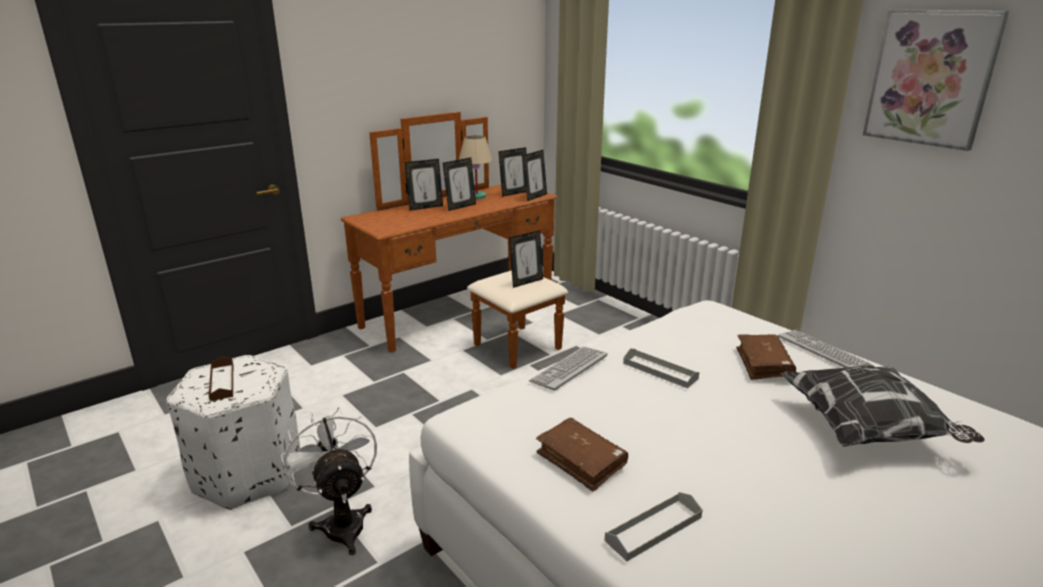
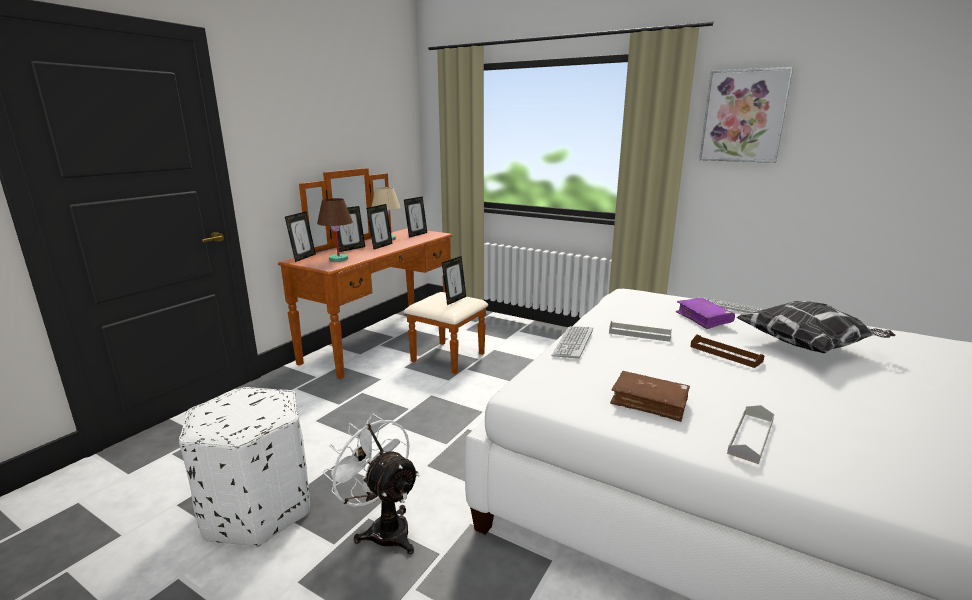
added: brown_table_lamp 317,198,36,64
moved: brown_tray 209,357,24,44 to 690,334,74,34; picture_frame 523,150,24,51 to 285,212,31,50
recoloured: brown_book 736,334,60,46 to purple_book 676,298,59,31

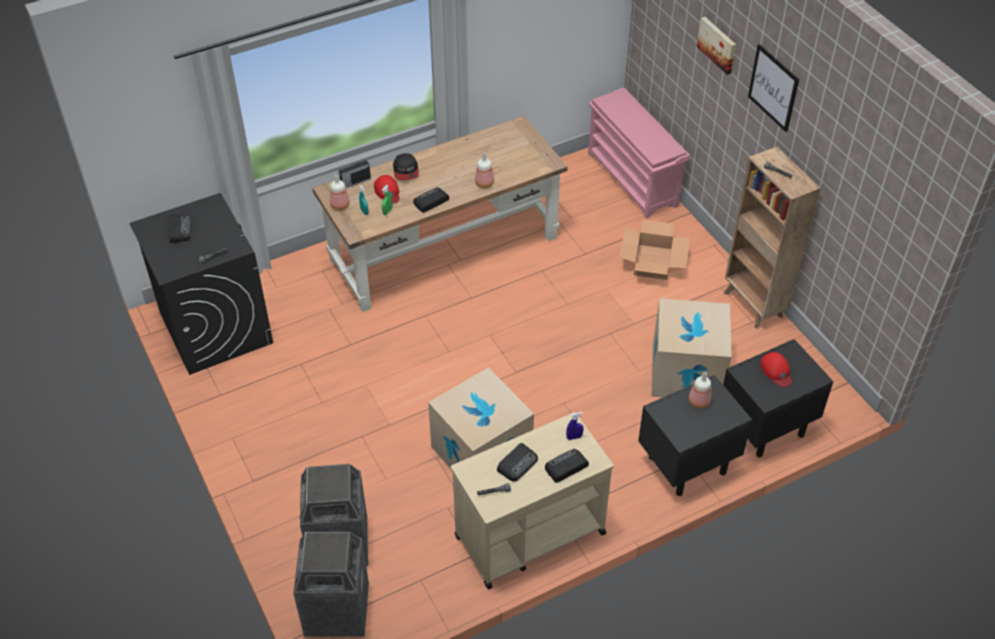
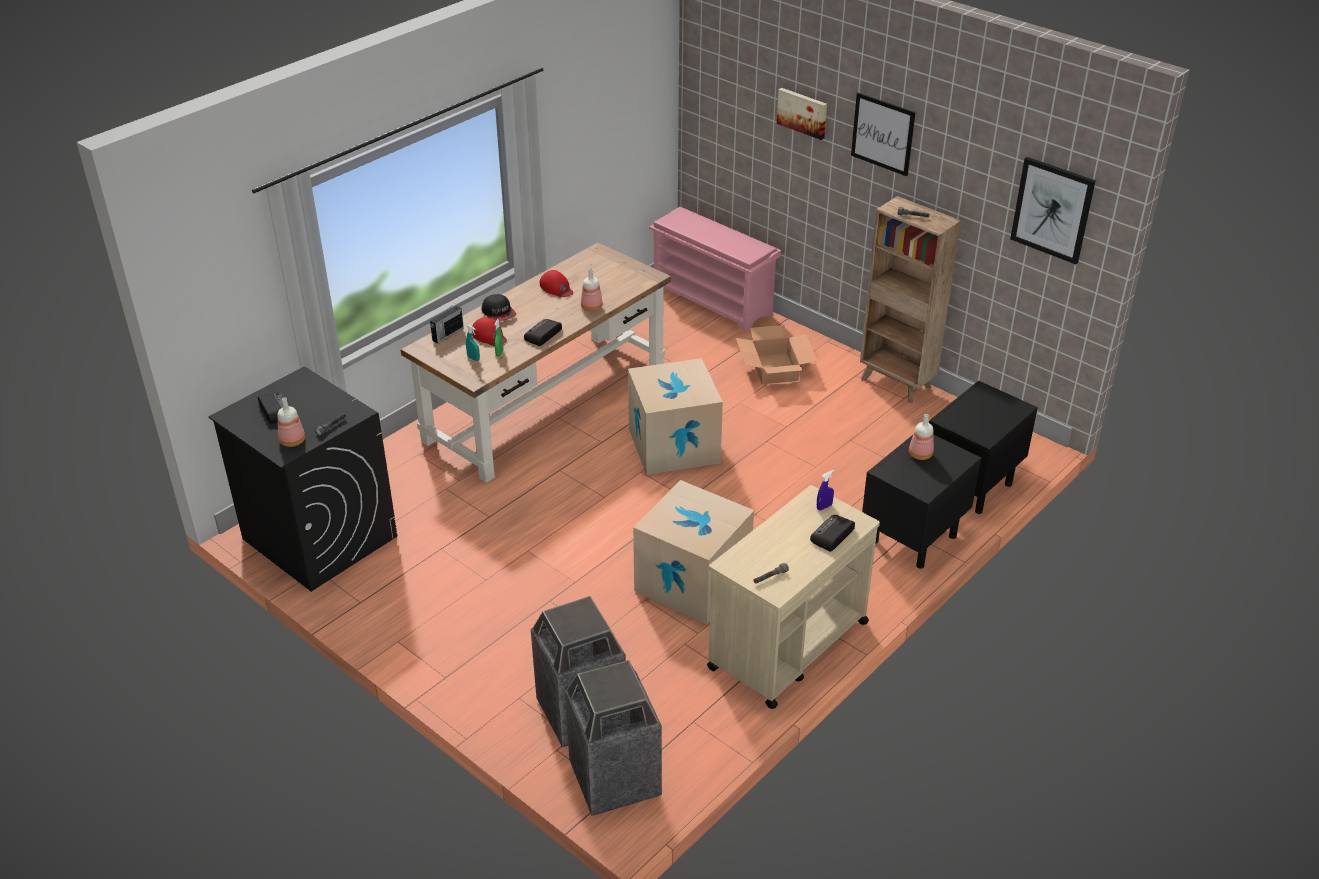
removed: radio 497,443,41,39
added: picture 1010,157,86,107
moved: bottle 330,174,20,36 to 278,397,27,50; cardboard_box 651,298,81,99 to 628,358,95,117; red_cap 760,352,32,35 to 540,270,33,27

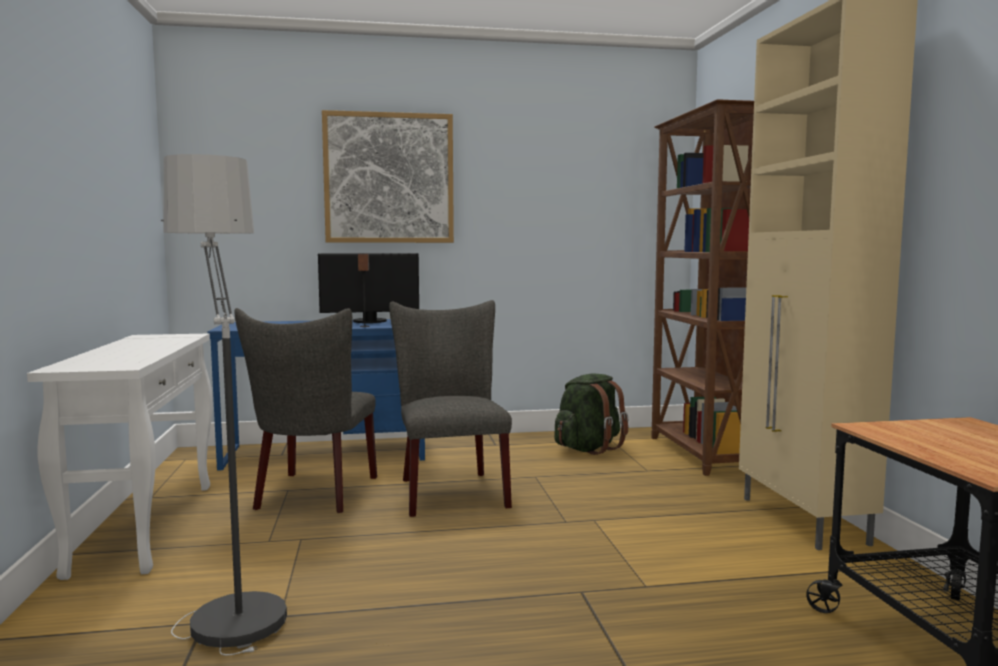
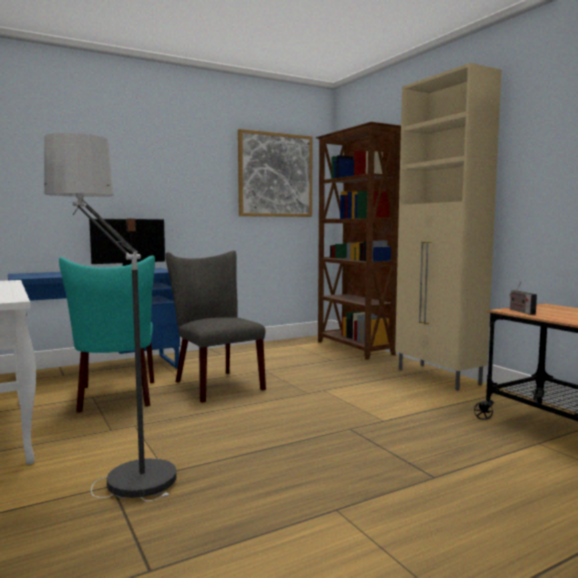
removed: green_backpack 554,374,74,81
added: radio 510,281,27,34
moved: picture 322,110,132,133 to 238,129,75,88
recoloured: grey_chair 235,308,142,205 to turquoise_chair 59,256,96,157

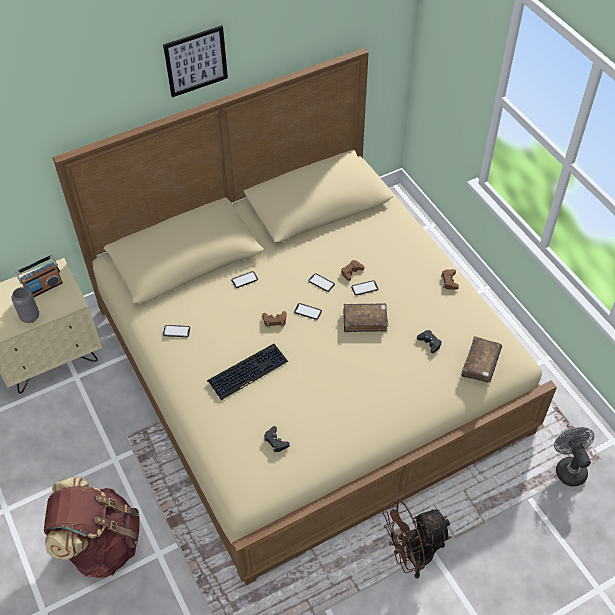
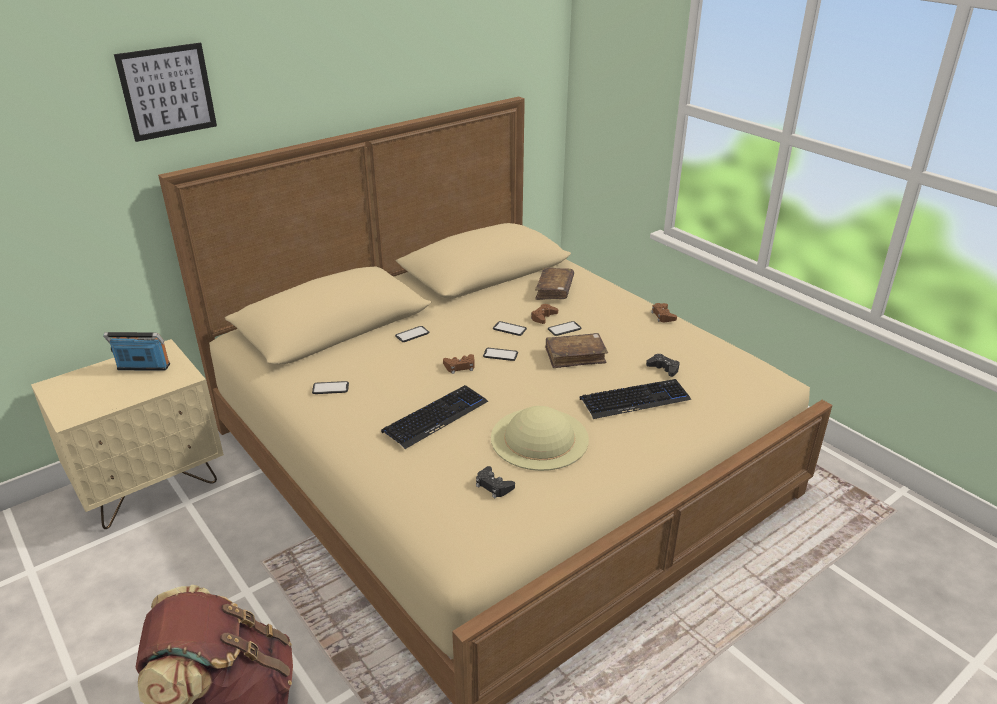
removed: grey_vase 11,287,28,36; brown_fan 383,501,69,77; grey_fan 554,427,41,59
added: beige_hat 491,406,98,65; keyboard 580,379,111,40
moved: picture 163,25,65,72 to 114,43,103,99; brown_book 461,336,41,46 to 535,267,39,33
turned: radio 15,255,48,42 = 103,332,67,39 135 degrees counterclockwise

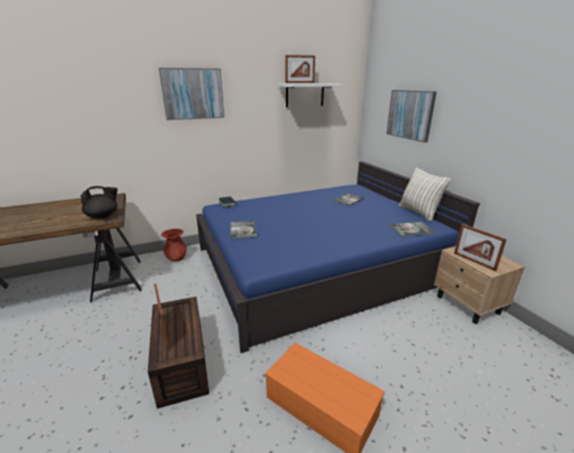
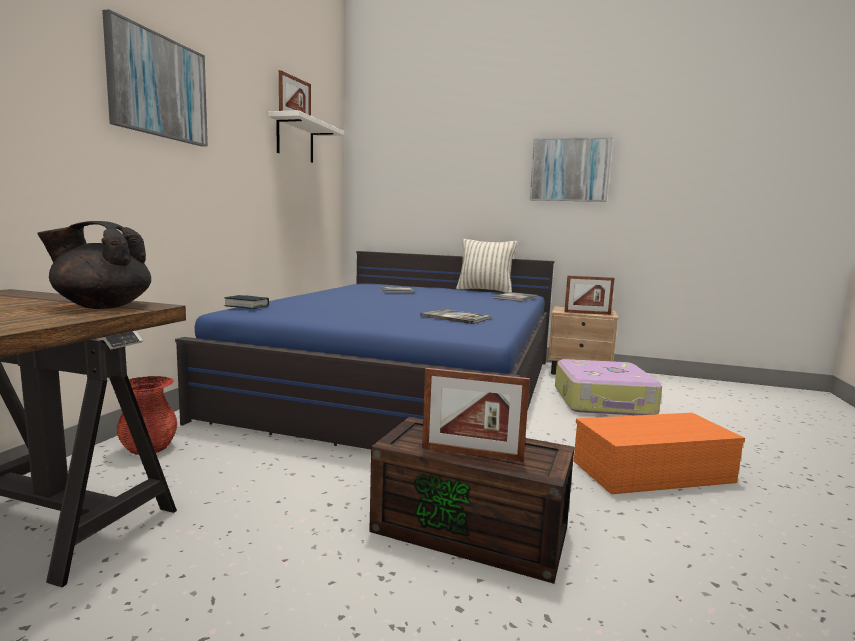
added: suitcase 555,359,107,56
moved: book 230,220,27,19 to 420,309,71,15; picture 387,90,50,52 to 530,137,83,65
turned: black_teapot 81,186,37,33 = 38,221,113,88 105 degrees counterclockwise

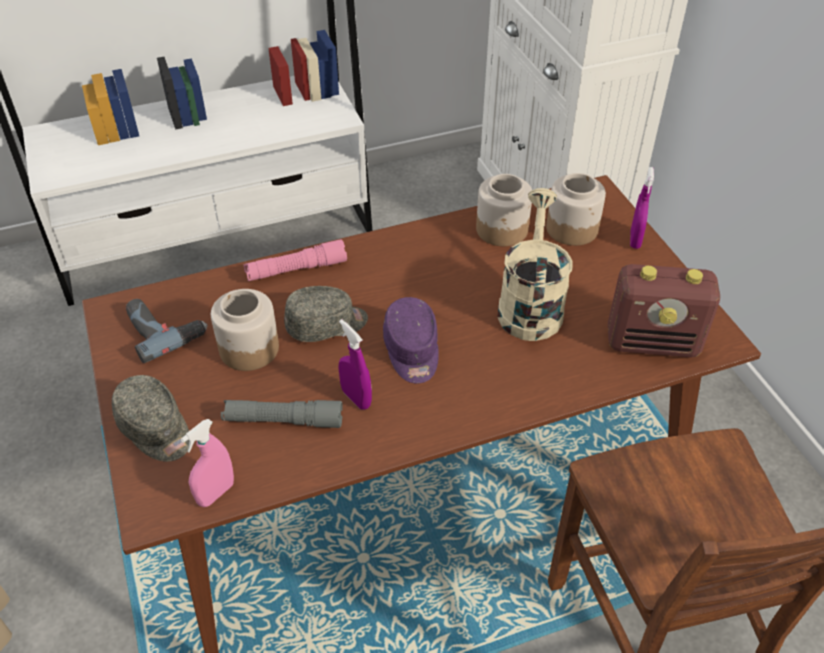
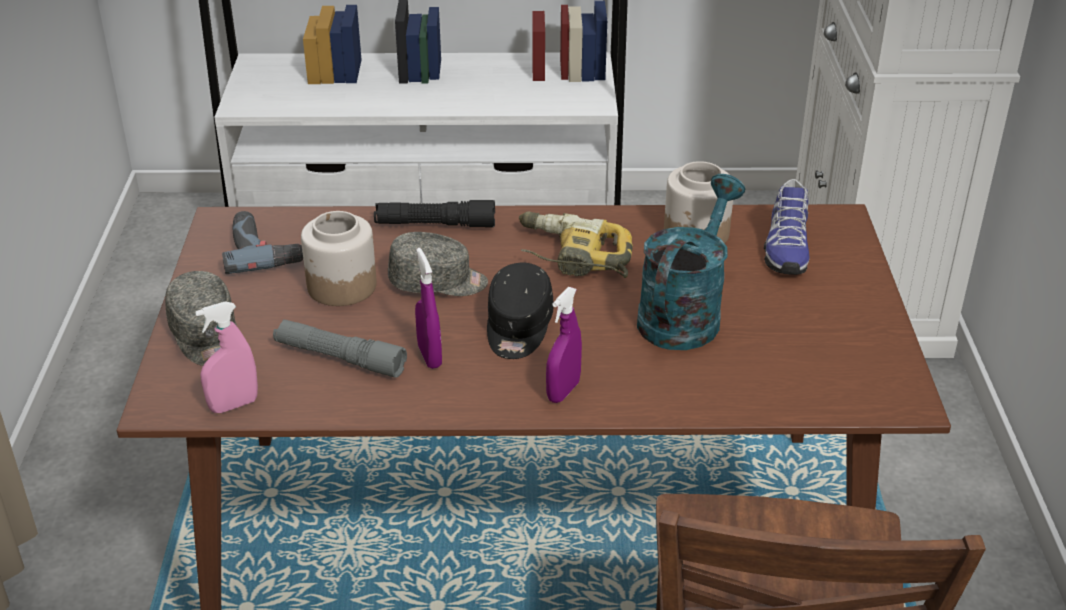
removed: radio 608,264,112,94
added: power_drill 519,211,114,67
moved: purple_spray_bottle 630,167,24,82 to 546,287,36,116
replaced: jar 546,173,60,73 to shoe 764,179,46,96
recoloured: pink_flashlight 244,239,103,42 to black_flashlight 374,200,121,27; purple_cap 383,297,56,87 to black_cap 487,263,67,96; beige_watering_can 498,188,74,153 to turquoise_watering_can 637,174,108,176

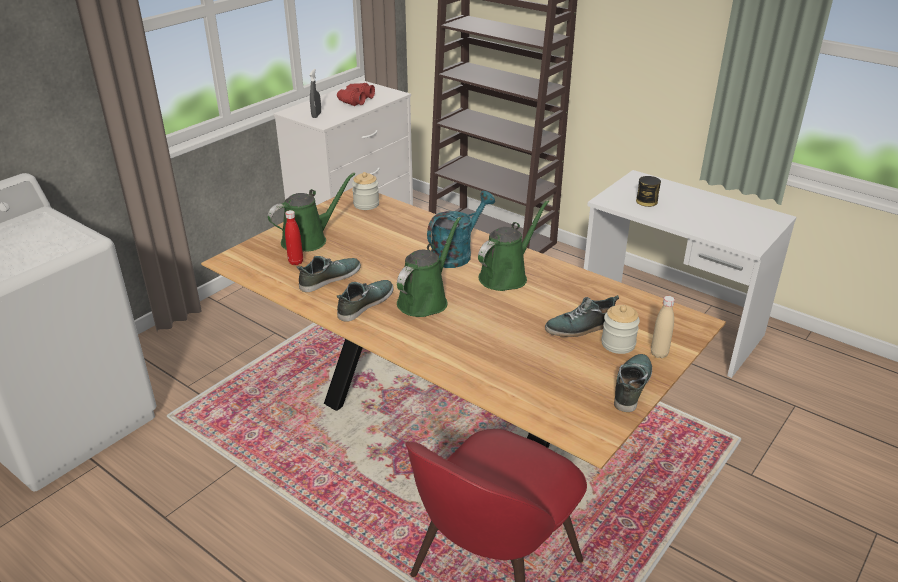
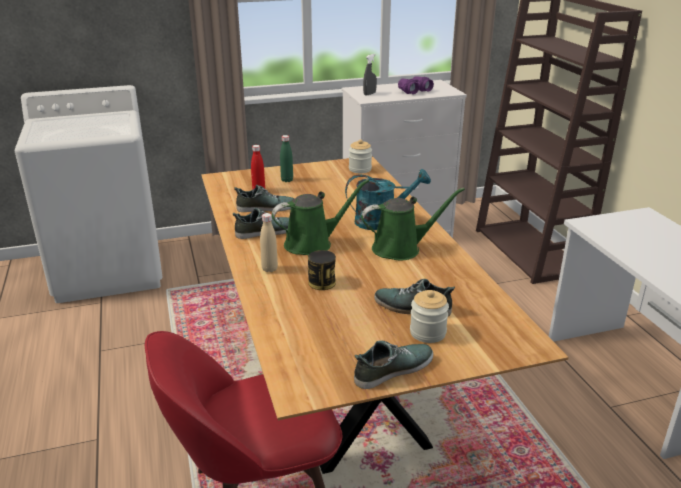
moved: can 636,176,25,31 to 308,250,28,40; beige_bottle 651,296,24,62 to 260,213,18,59
replaced: green_watering_can 268,173,87,79 to green_bottle 280,135,13,47
recoloured: red_binoculars 337,83,38,23 to purple_binoculars 398,76,36,18

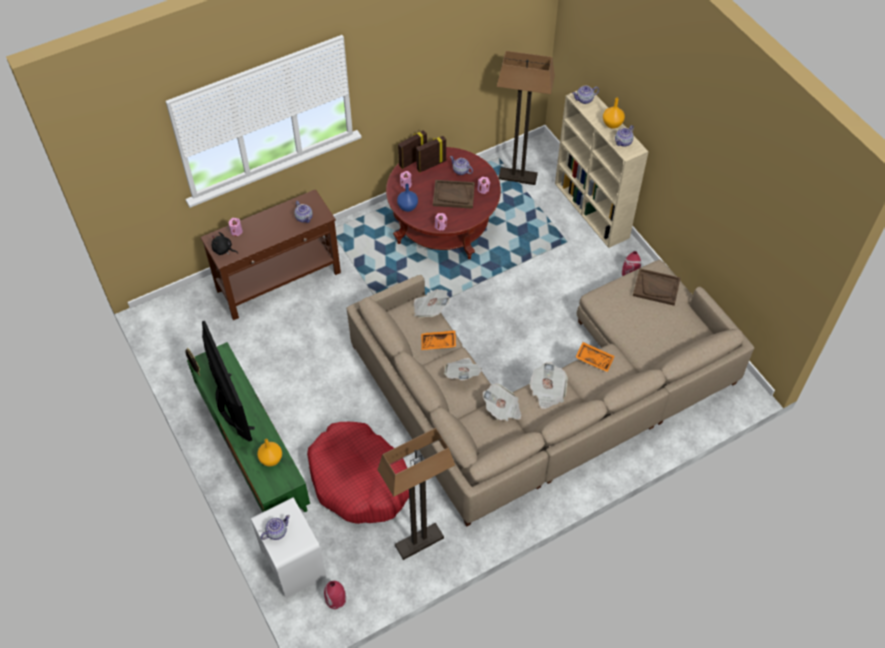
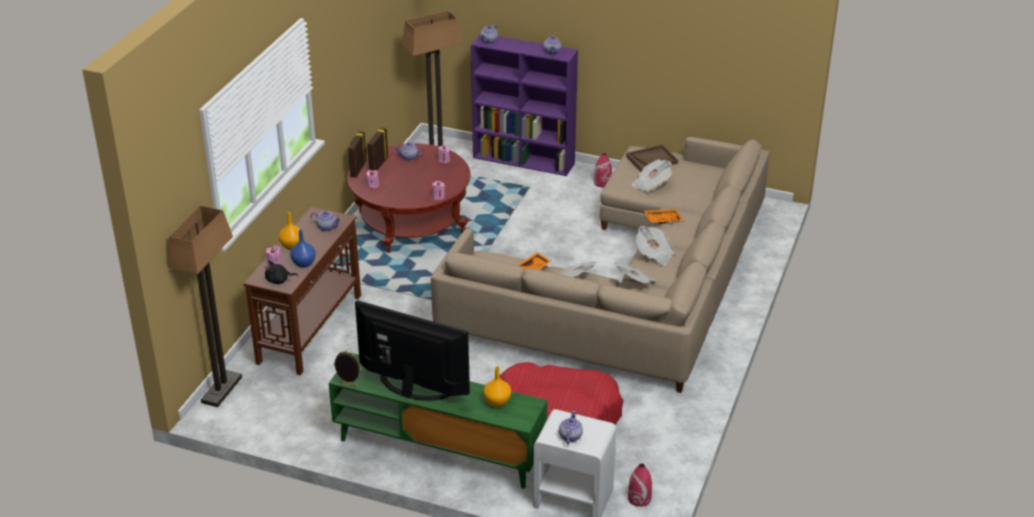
removed: brown_tray 433,180,42,29
moved: floor_lamp 377,428,78,132 to 167,205,75,202; blue_vase 397,183,21,29 to 290,229,26,39; newspaper 414,289,36,28 to 632,159,40,33; orange_vase 603,98,22,31 to 279,212,25,38
recoloured: beige_bookcase 555,90,94,158 to purple_bookcase 471,35,107,141

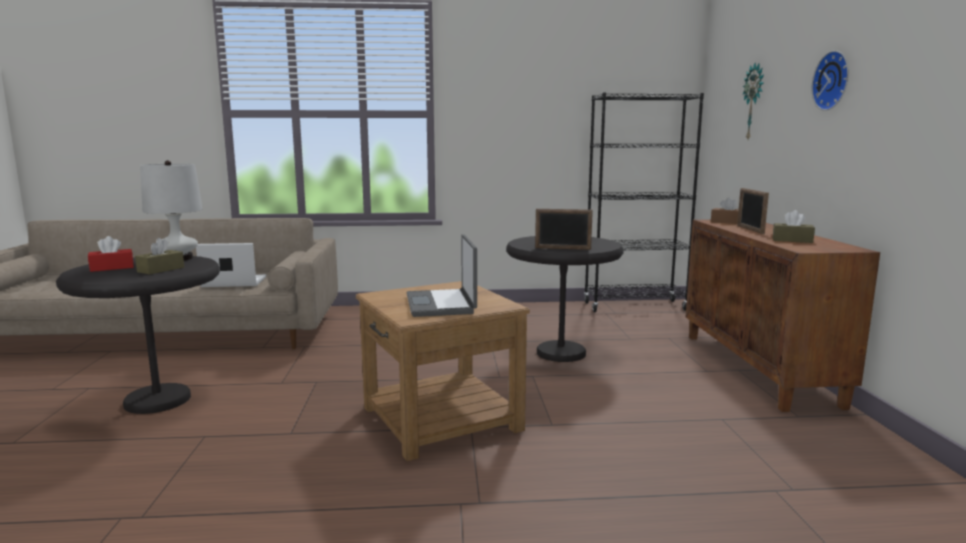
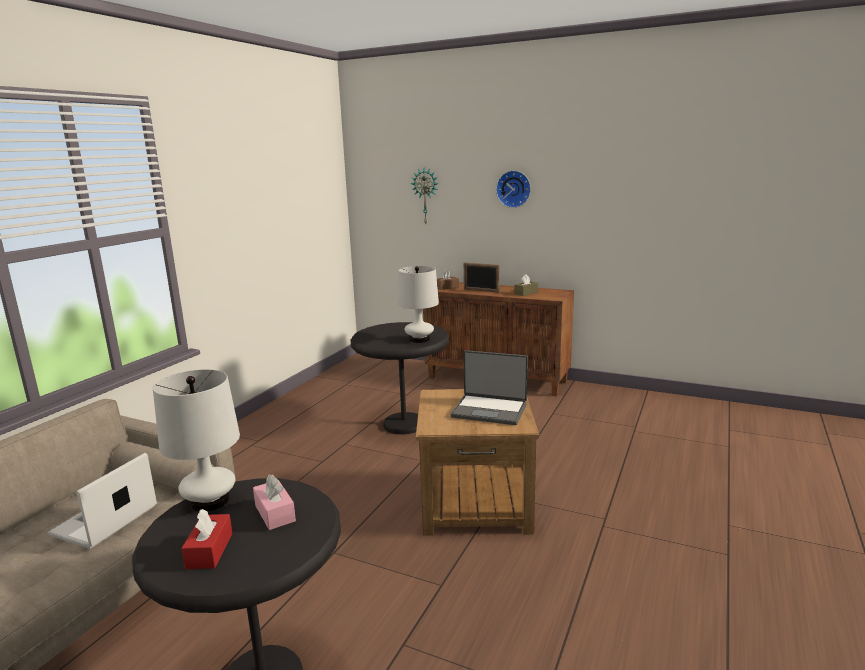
removed: black_bookcase 584,93,120,220
replaced: picture_frame 535,209,58,41 to white_table_lamp 398,266,41,77
recoloured: brown_tissue_box 135,238,49,37 to pink_tissue_box 253,474,43,56

